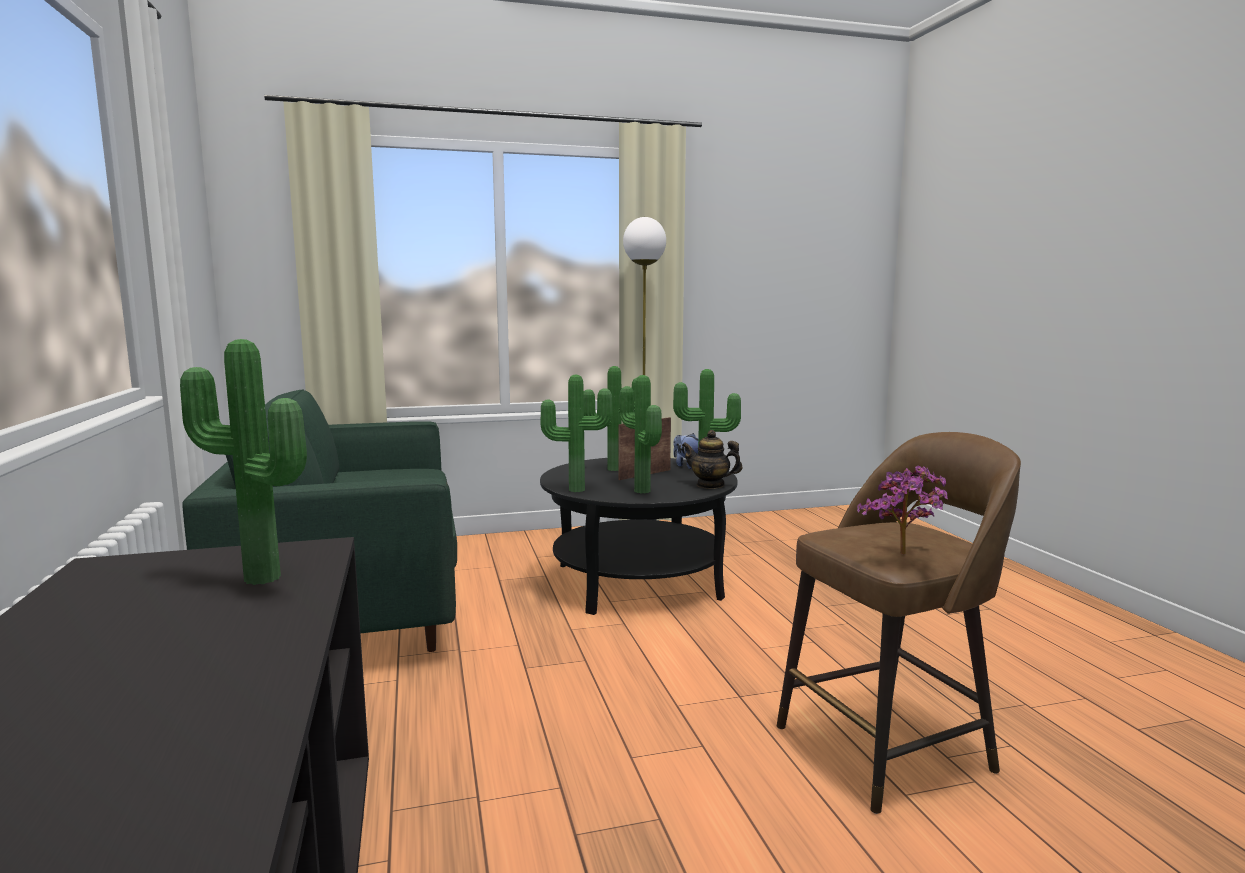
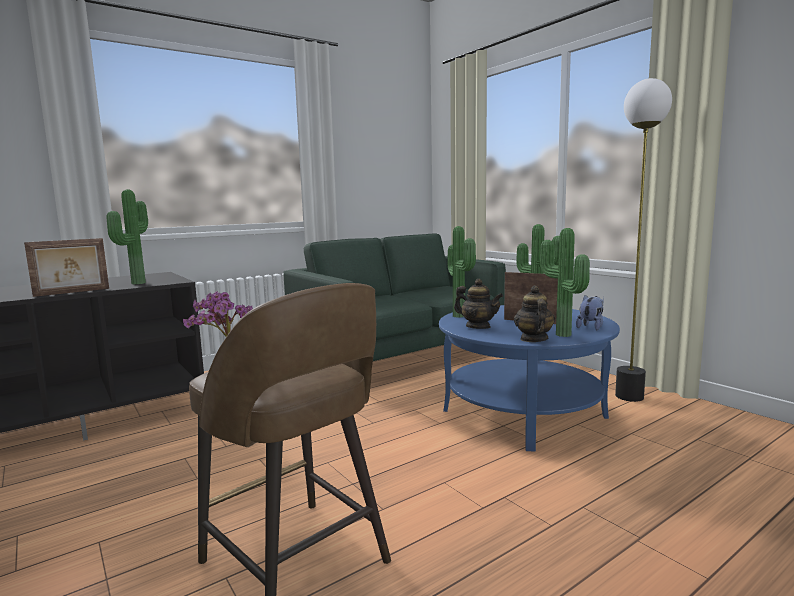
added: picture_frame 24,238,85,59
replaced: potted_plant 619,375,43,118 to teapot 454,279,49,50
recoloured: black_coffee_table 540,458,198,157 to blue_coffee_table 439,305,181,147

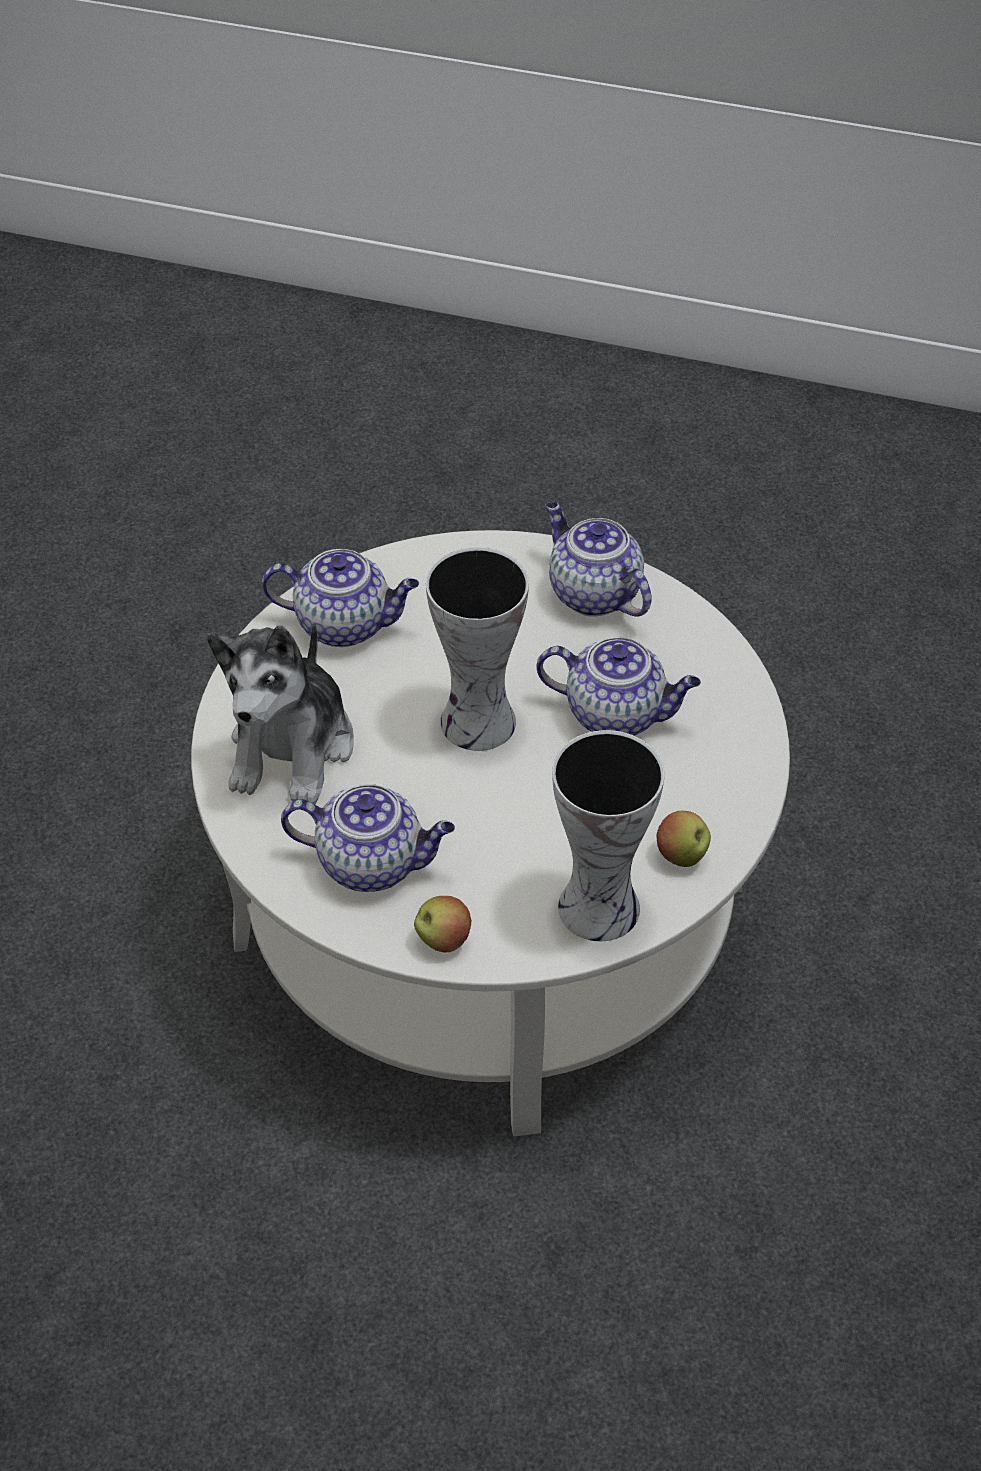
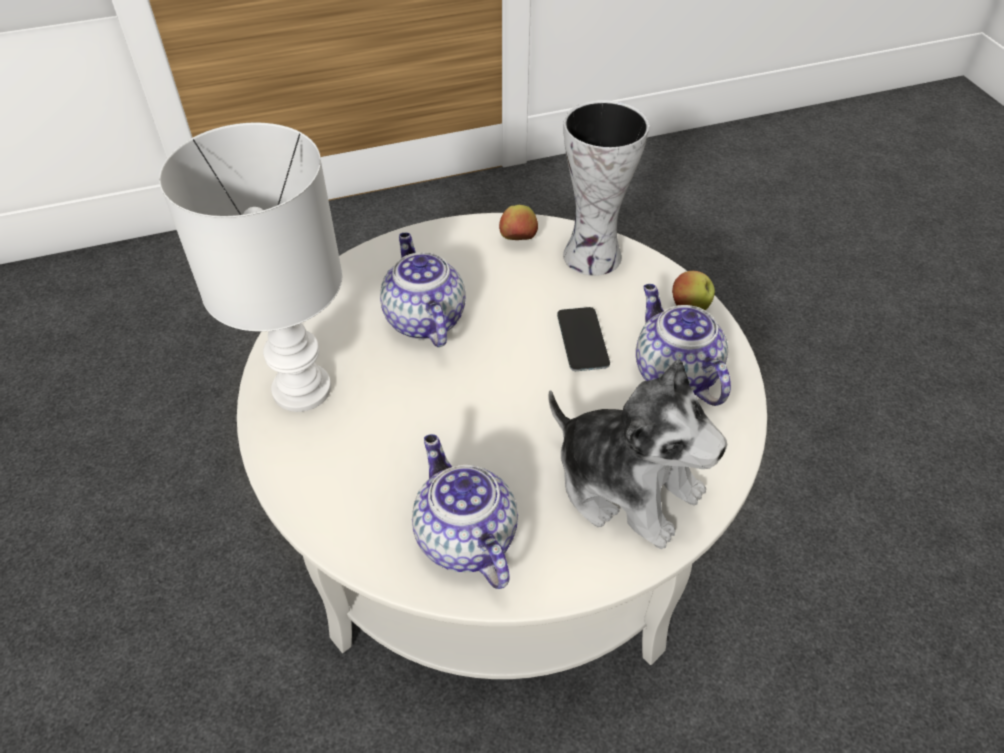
removed: vase 426,547,103,204
added: phone 557,307,53,64
replaced: teapot 545,502,107,115 to white_table_lamp 159,123,183,289
turned: plush_toy 207,622,147,182 = 548,359,179,190 60 degrees clockwise

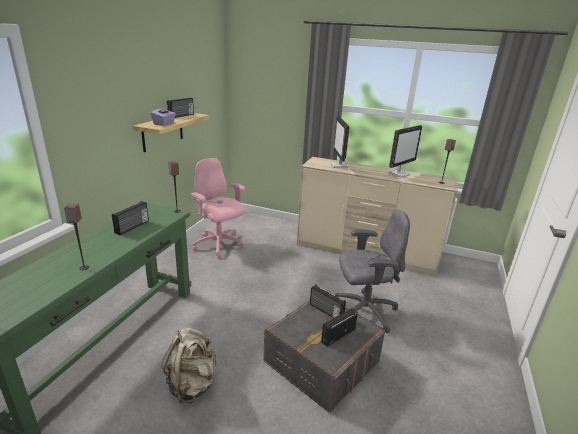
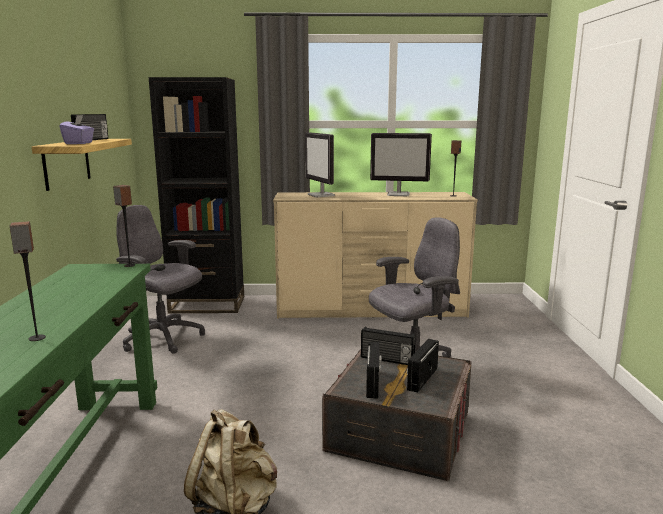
added: black_bookcase 149,77,95,236
moved: radio 112,201,37,34 to 366,342,16,57
recoloured: pink_office_chair 191,158,55,101 to grey_office_chair 116,205,89,149
turned: monitor 388,125,34,53 = 370,133,62,63 75 degrees clockwise

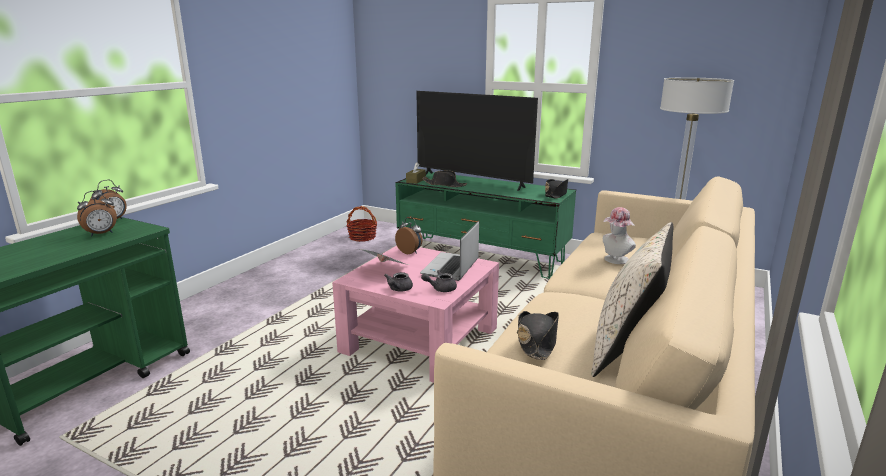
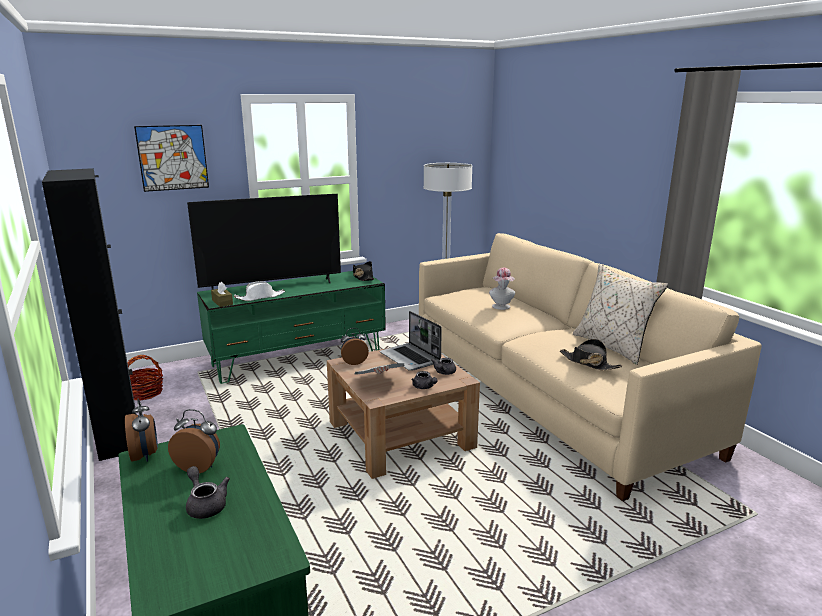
added: black_cabinet 42,168,94,293; picture 134,125,75,67; grey_teapot 186,466,44,53
recoloured: pink_coffee_table 332,246,167,137 to brown_coffee_table 327,348,153,131; black_hat 422,170,45,17 to white_hat 234,281,51,20
turned: alarm_clock 77,191,40,46 = 168,409,52,64 75 degrees counterclockwise

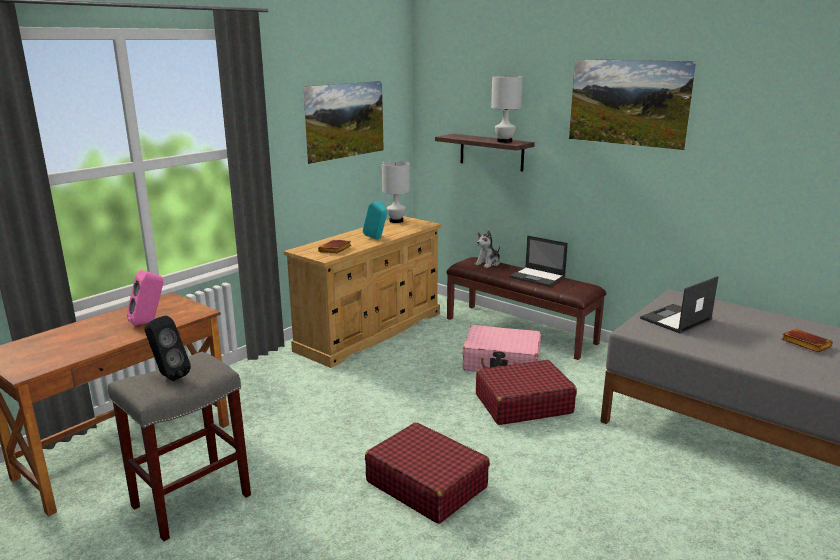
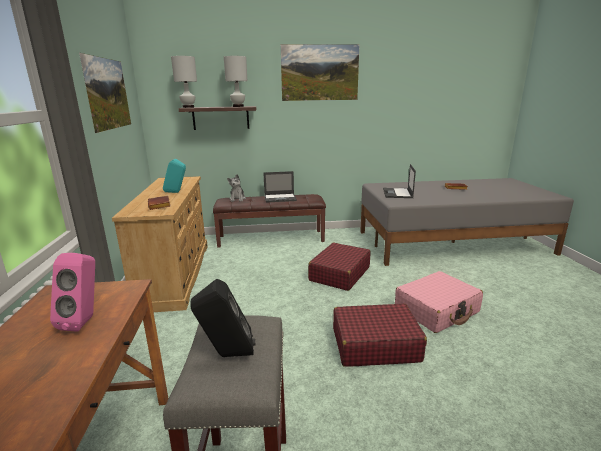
moved: white_table_lamp 382,161,28,62 to 171,56,26,52; pink_suitcase 462,325,79,47 to 395,271,88,62

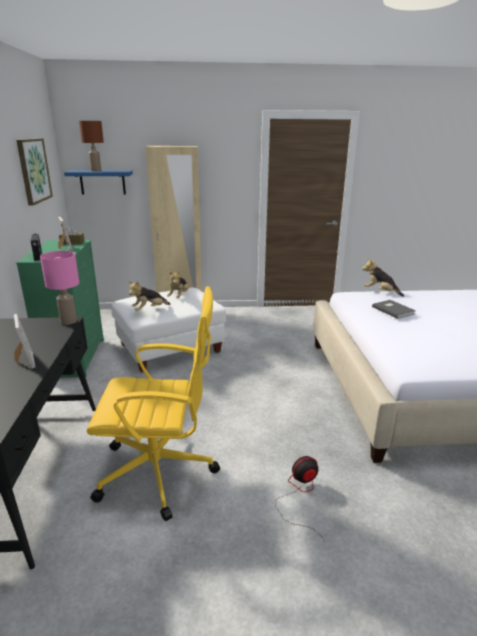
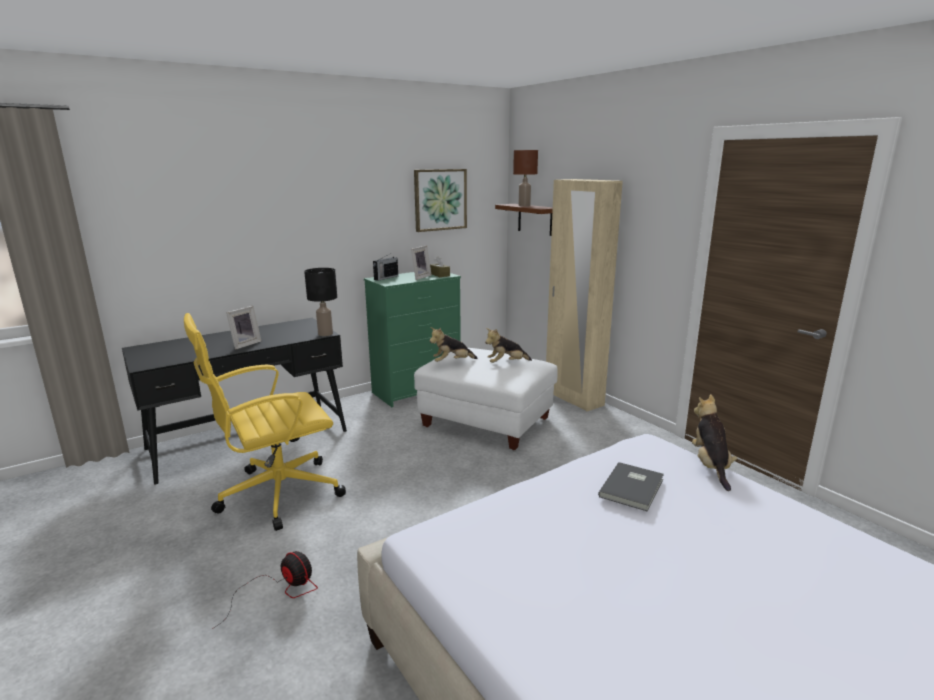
recoloured: pink_table_lamp 40,251,39,74 to black_table_lamp 304,268,33,68; blue_shelf 64,170,69,24 to brown_shelf 495,204,58,32
turned: yellow_office_chair 87,286,133,235 = 184,313,162,218 90 degrees clockwise; plush_toy 128,281,43,30 = 430,327,48,35 45 degrees counterclockwise

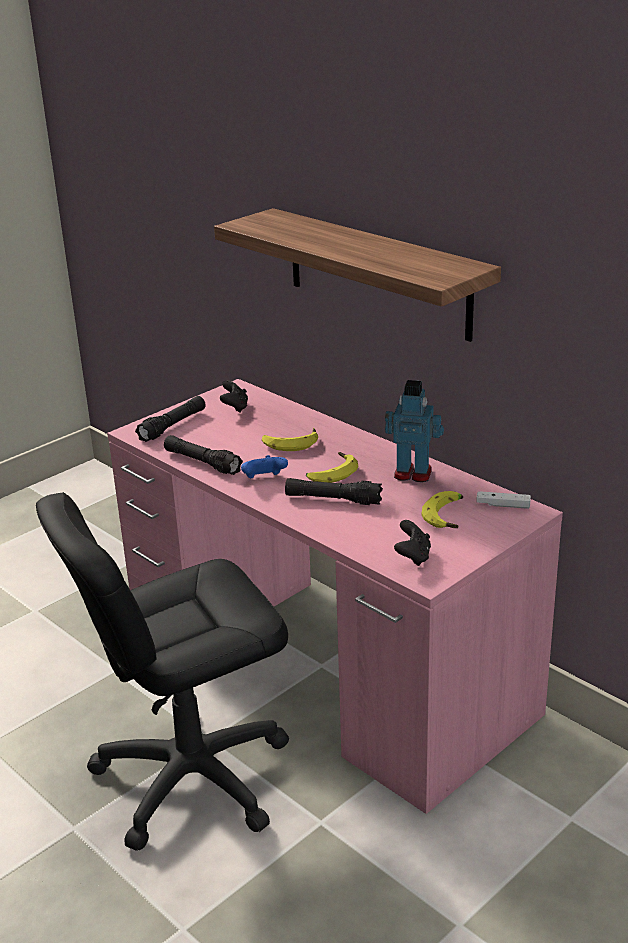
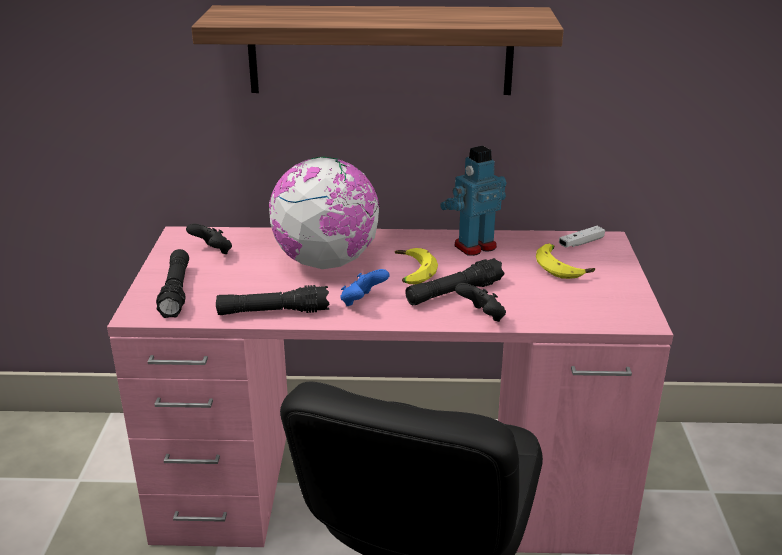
moved: black_game_controller 394,520,37,46 to 455,283,51,39
replaced: banana 262,428,56,23 to globe 269,157,111,112

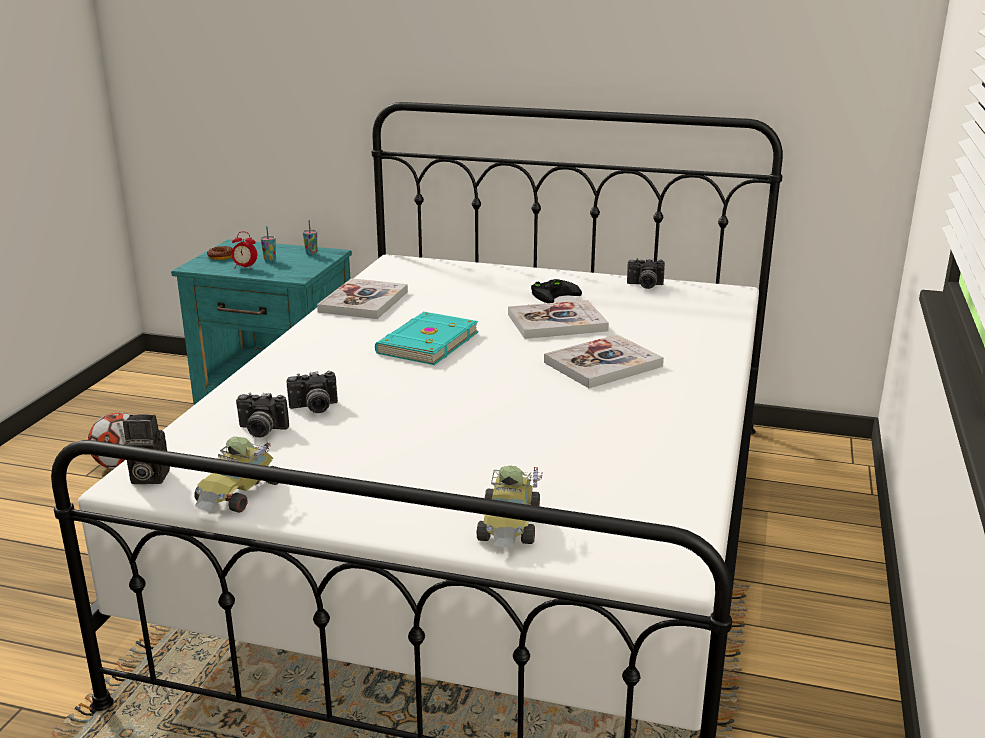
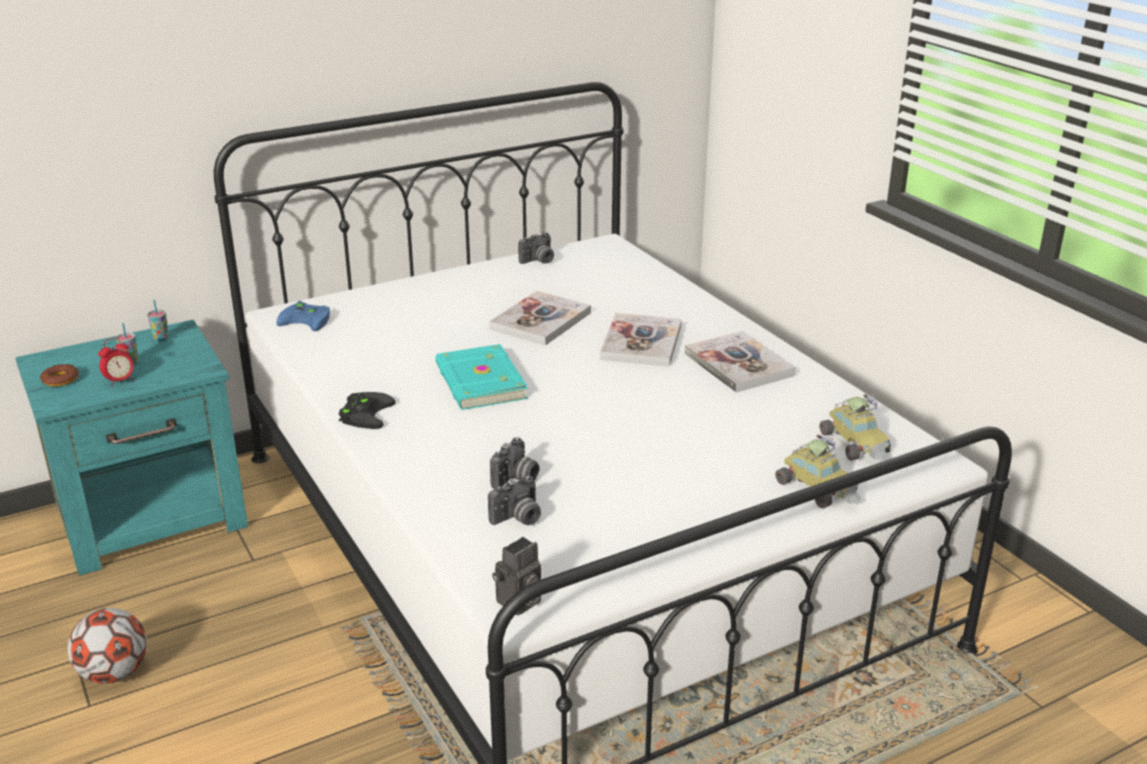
added: blue_game_controller 276,301,54,30
moved: toy_car 195,437,84,76 to 819,394,72,67; book 317,278,91,41 to 685,331,111,61; black_game_controller 531,279,51,24 to 339,392,56,37

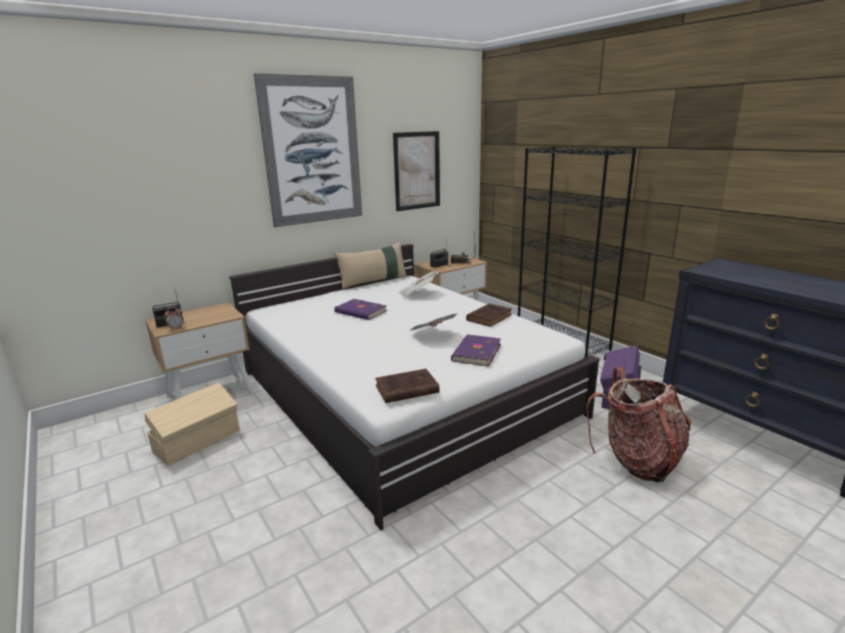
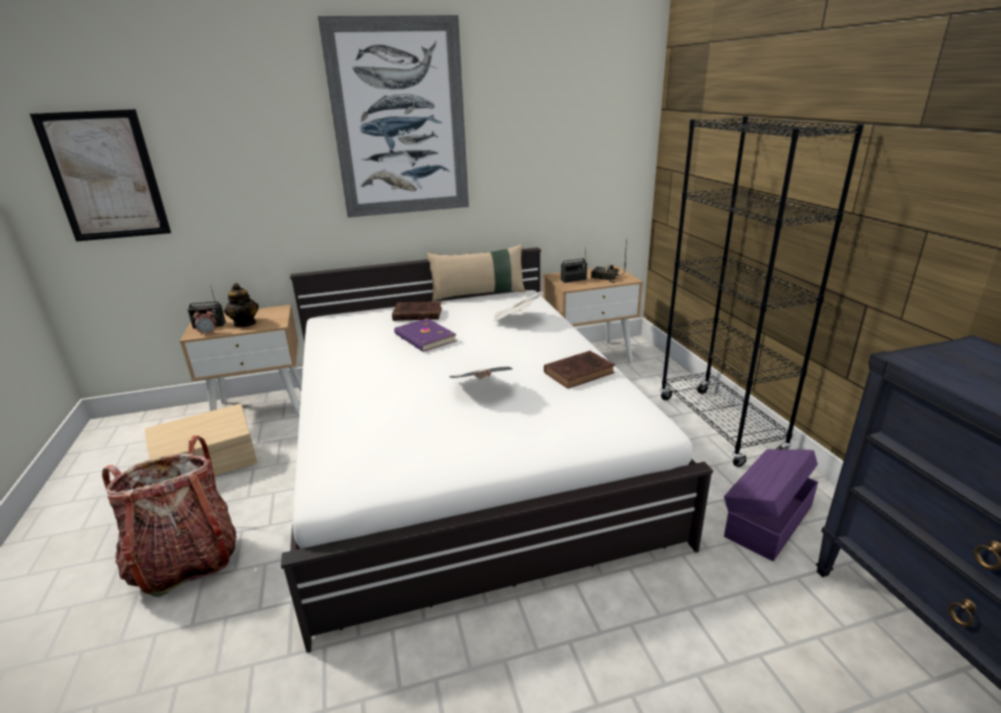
removed: purple_book 451,334,50,33
added: teapot 224,283,35,44
moved: brown_book 375,369,65,34 to 392,301,50,20; picture 393,131,47,80 to 29,109,142,132; backpack 586,366,105,116 to 102,436,135,161

